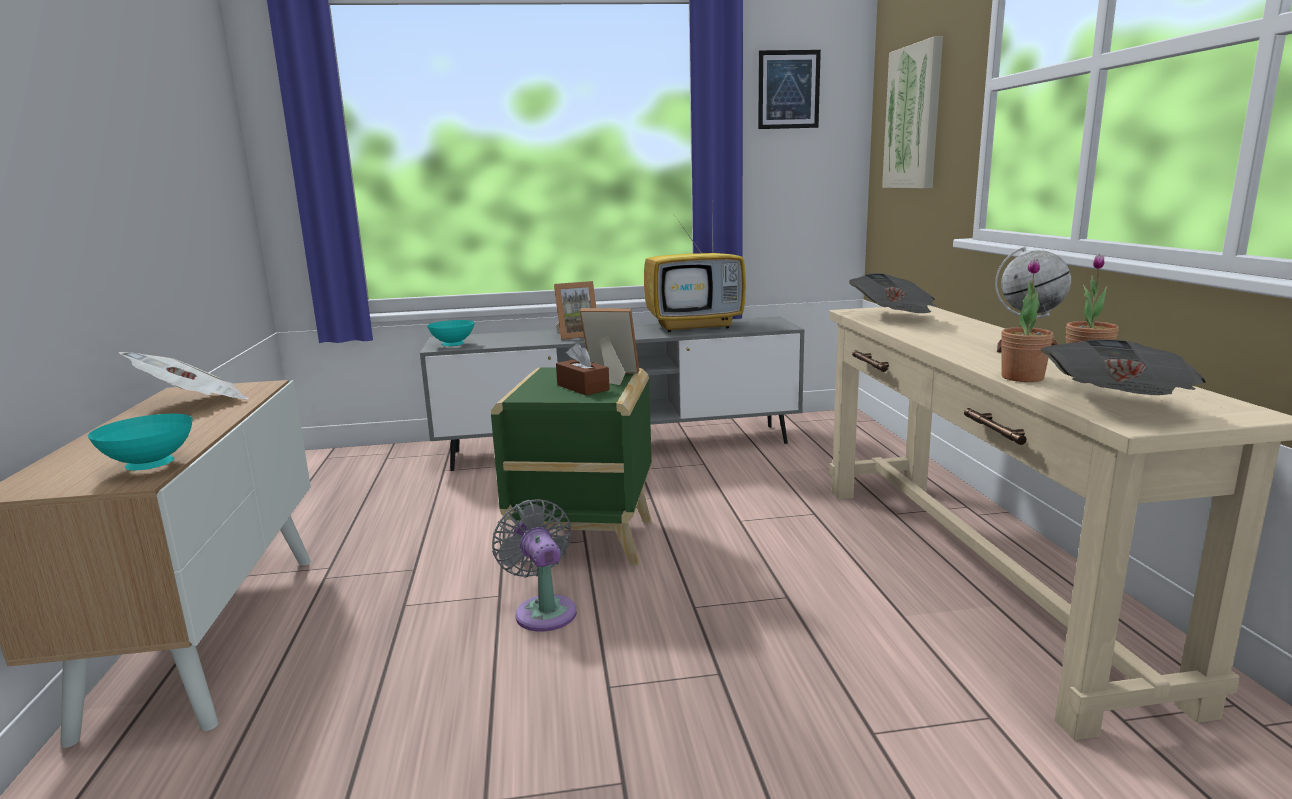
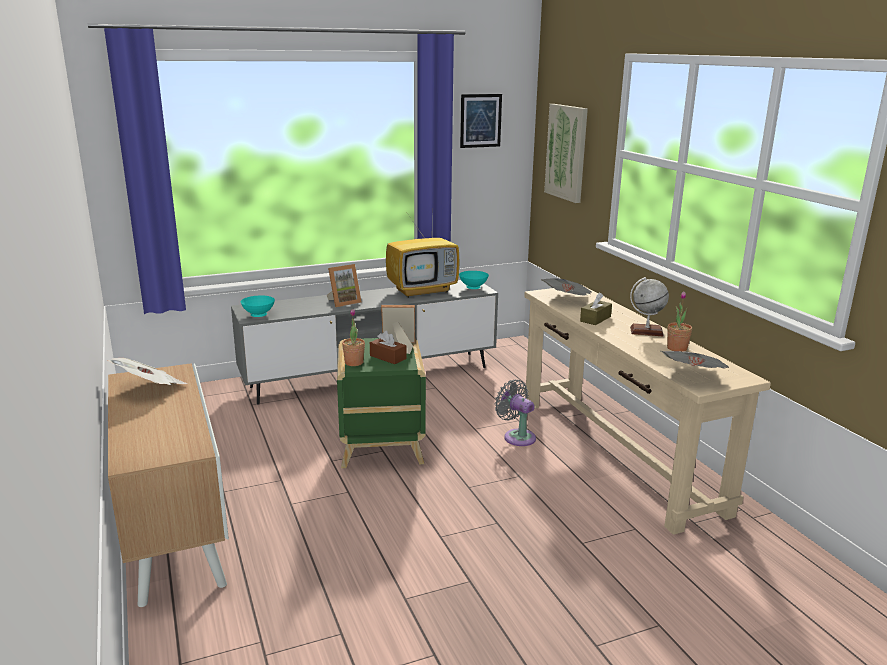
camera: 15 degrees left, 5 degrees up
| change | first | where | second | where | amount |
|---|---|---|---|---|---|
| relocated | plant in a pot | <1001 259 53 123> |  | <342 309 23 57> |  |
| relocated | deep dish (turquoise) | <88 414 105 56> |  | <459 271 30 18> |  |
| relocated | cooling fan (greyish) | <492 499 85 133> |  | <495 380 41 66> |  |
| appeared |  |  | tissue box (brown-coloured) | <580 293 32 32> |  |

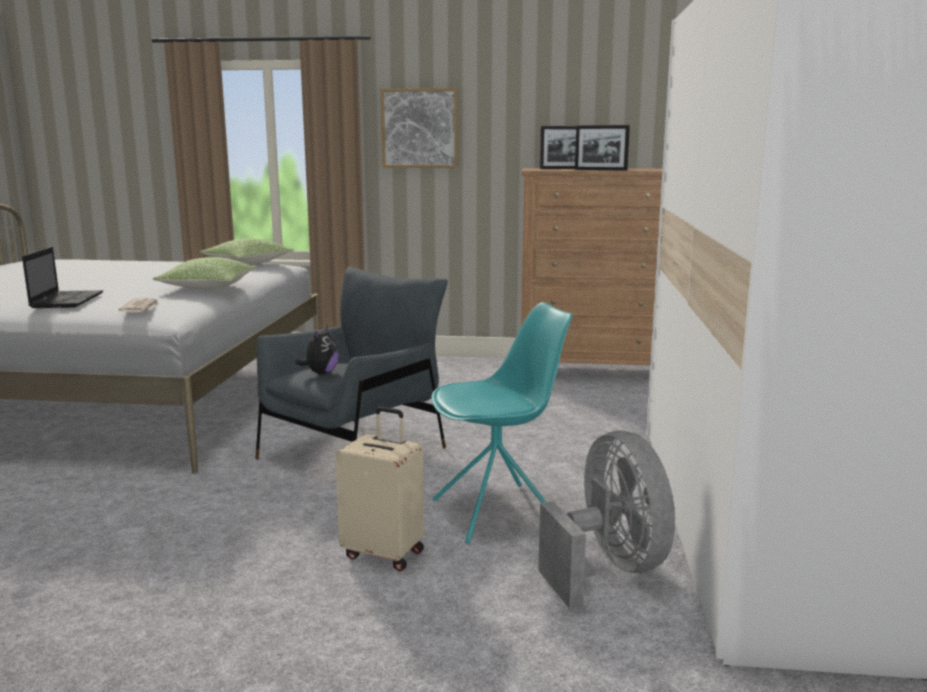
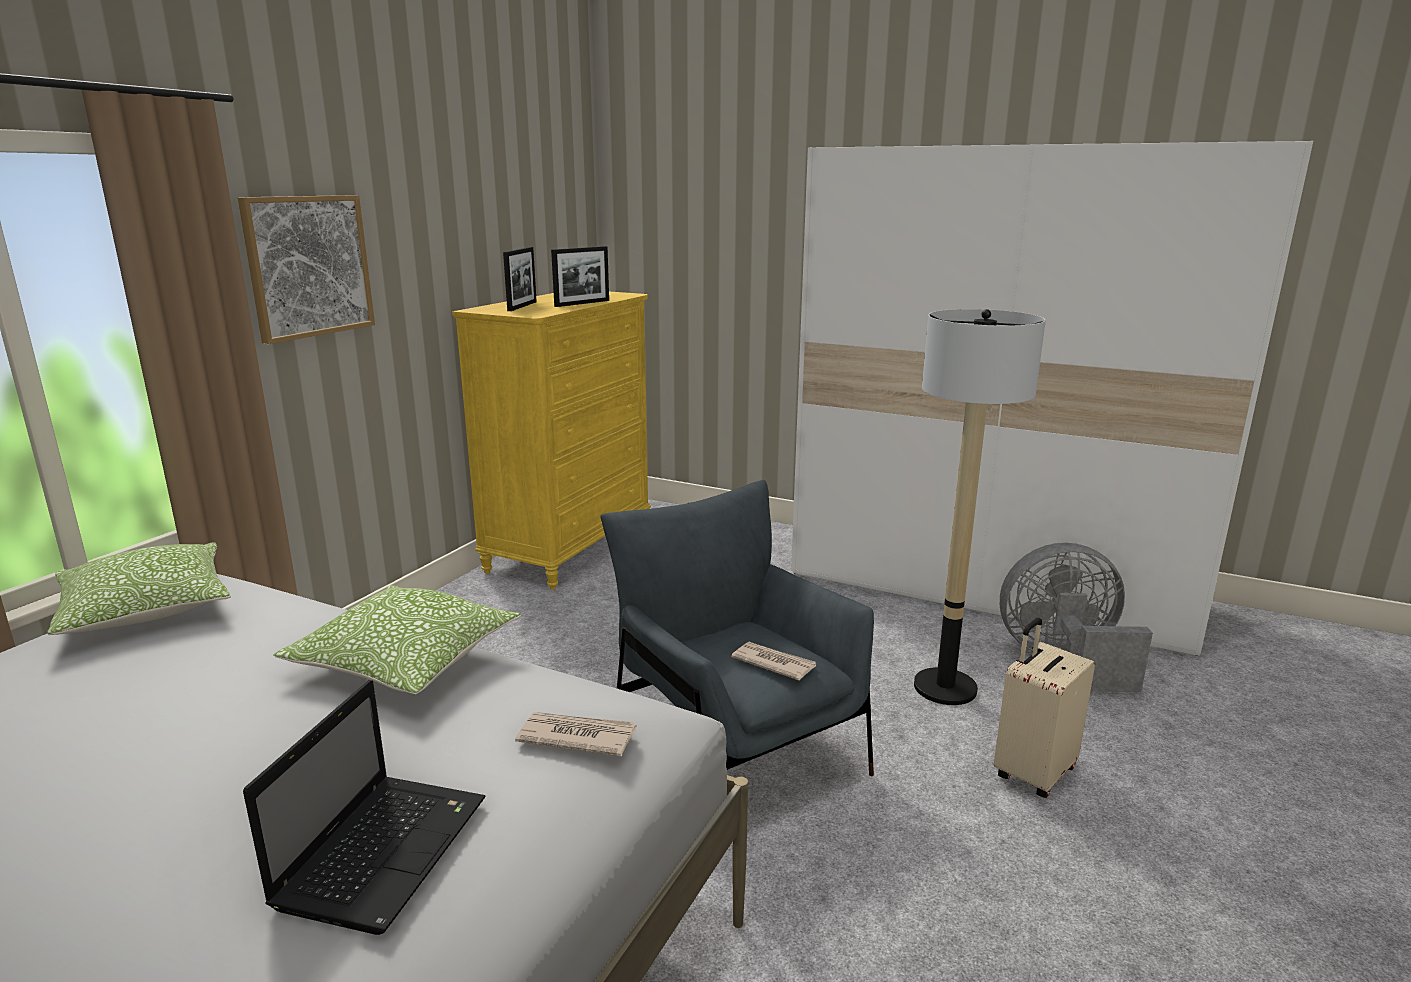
camera: 70 degrees left, 5 degrees up
| change | first | where | second | where | amount |
|---|---|---|---|---|---|
| spun | portable computer | <22 247 81 61> |  | <243 680 243 255> | 90 degrees clockwise |
| colour | chest of drawers (brown-coloured) | <521 168 142 197> | chest of drawers (yellow-coloured) | <452 292 199 298> |  |
| exchanged | plush toy | <295 325 44 50> | printed paper | <731 642 85 38> |  |
| exchanged | chair (turquoise) | <431 302 142 242> | standard lamp | <914 309 132 396> |  |

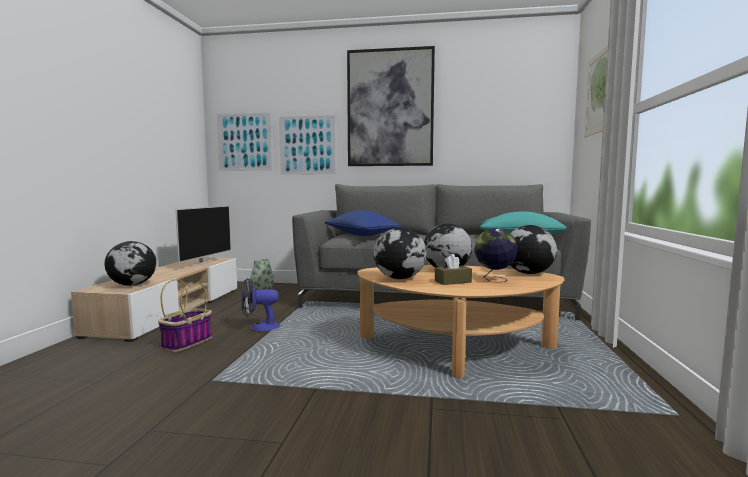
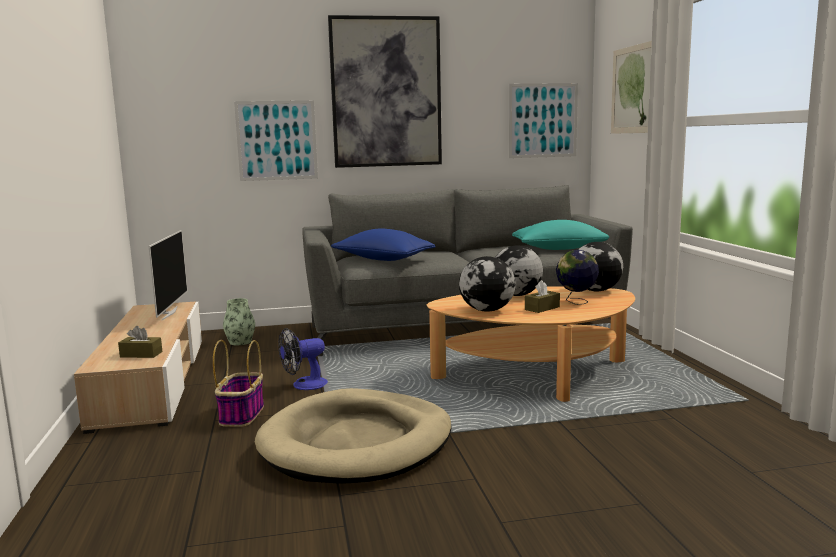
camera: 20 degrees left, 5 degrees up
| change | first | where | second | where | amount |
|---|---|---|---|---|---|
| exchanged | globe | <105 241 52 45> | tissue box (brown-coloured) | <118 326 44 32> |  |
| appeared |  |  | pet bed (beige-coloured) | <255 388 197 96> |  |
| relocated | wall art | <217 113 55 58> |  | <509 83 69 75> |  |

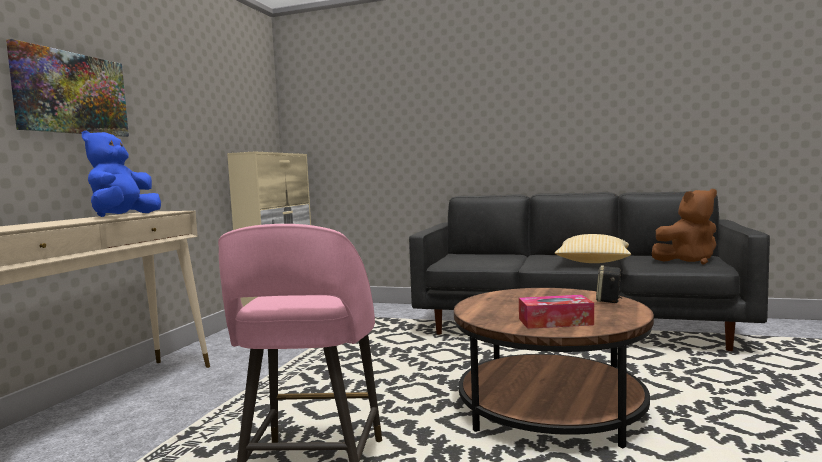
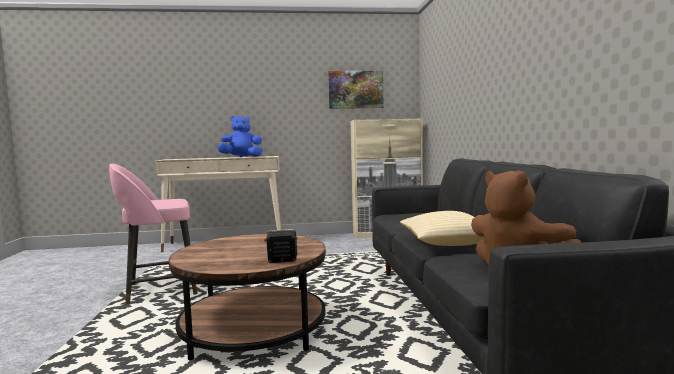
camera: 65 degrees right, 0 degrees up
| change | first | where | second | where | amount |
|---|---|---|---|---|---|
| relocated | wall art | <6 39 123 98> |  | <328 71 56 38> |  |
| missing | tissue box | <519 295 75 34> |  |  |  |

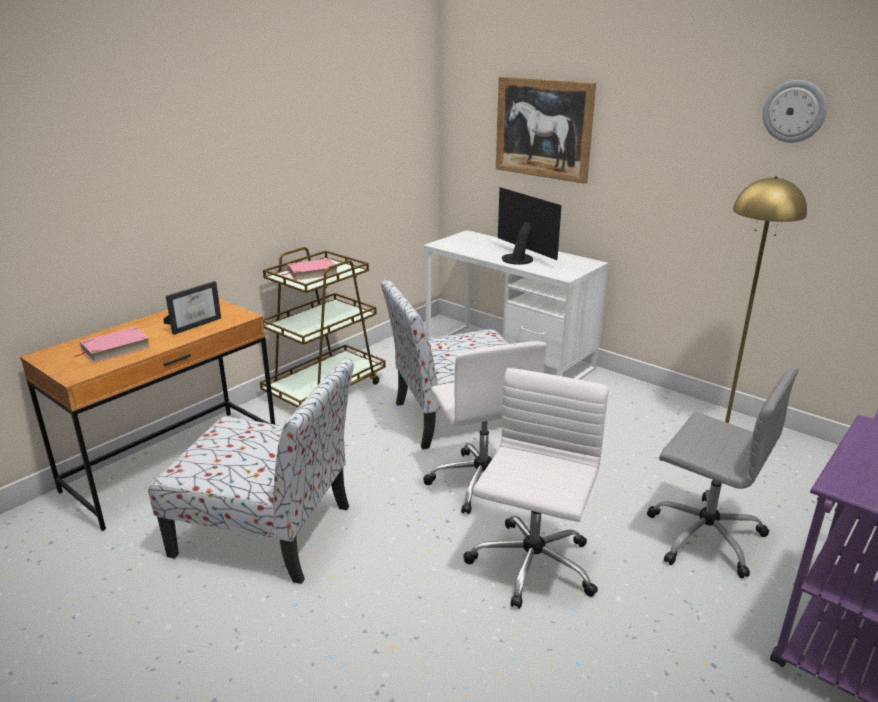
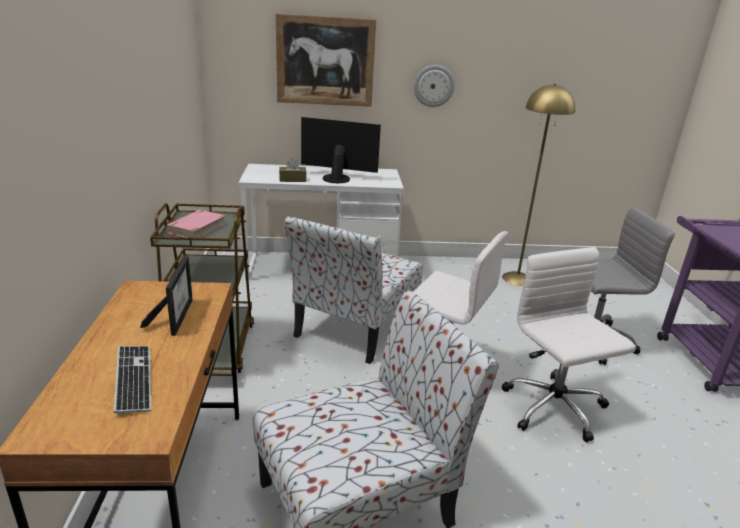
camera: 45 degrees left, 0 degrees up
| change | first | where | second | where | amount |
|---|---|---|---|---|---|
| exchanged | volume (pink-coloured) | <74 327 77 36> | keyboard | <114 346 37 69> |  |
| appeared |  |  | tissue box (brown-coloured) | <279 158 28 24> |  |
| relocated | clock on the wall | <763 80 64 63> |  | <414 65 41 42> |  |

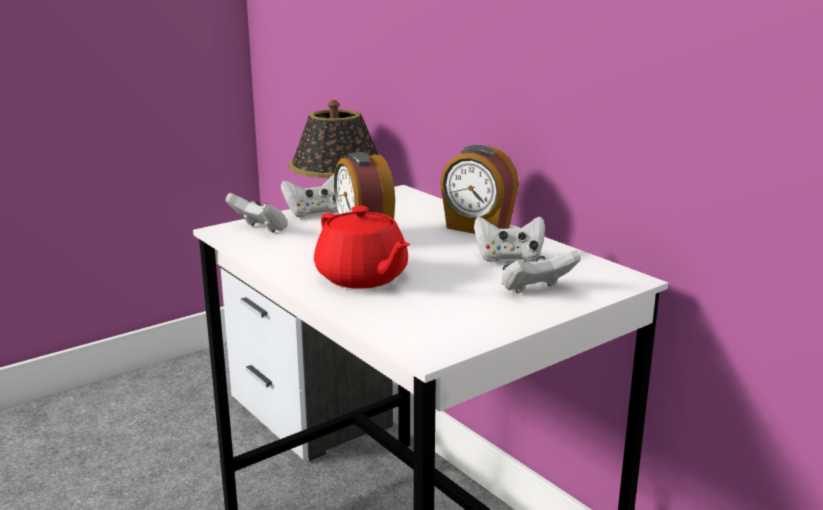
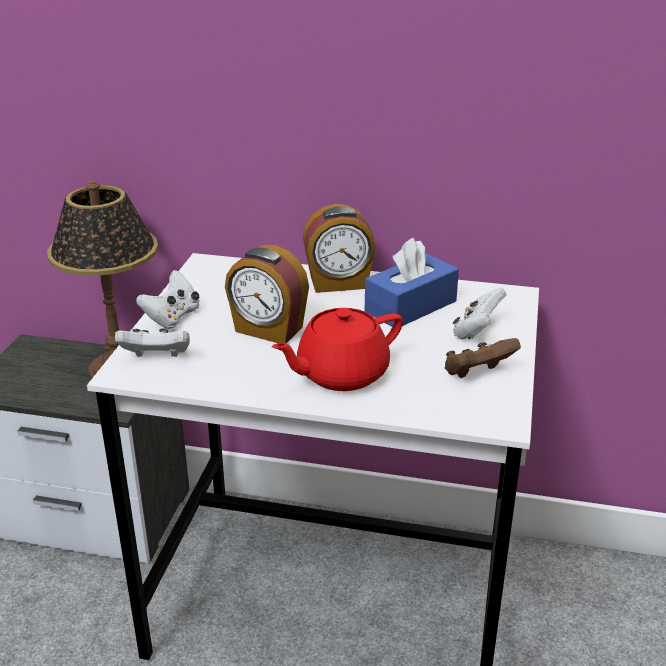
camera: 40 degrees left, 10 degrees up
| change | first | where | second | where | amount |
|---|---|---|---|---|---|
| spun | pot for tea (red-coloured) | <314 206 96 83> |  | <272 308 131 83> | 135 degrees clockwise |
| exchanged | joypad (white-coloured) | <474 216 71 46> | tissue box (bluish) | <365 238 94 89> |  |
| appeared |  |  | joypad (brown-coloured) | <445 338 76 40> |  |

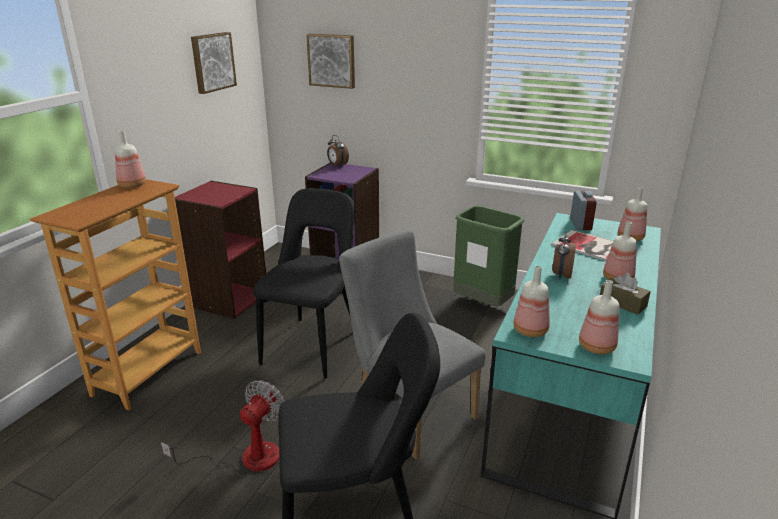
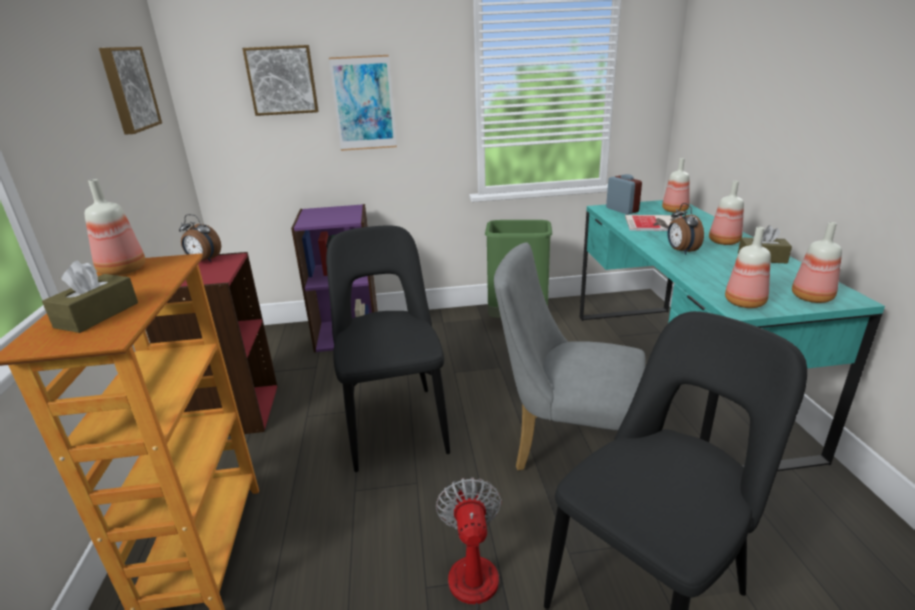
camera: 30 degrees left, 0 degrees up
| change | first | where | second | where | amount |
|---|---|---|---|---|---|
| appeared |  |  | tissue box (brown-coloured) | <42 260 96 73> |  |
| relocated | alarm clock | <327 135 22 32> |  | <179 214 42 48> |  |
| appeared |  |  | wall art | <329 55 68 96> |  |

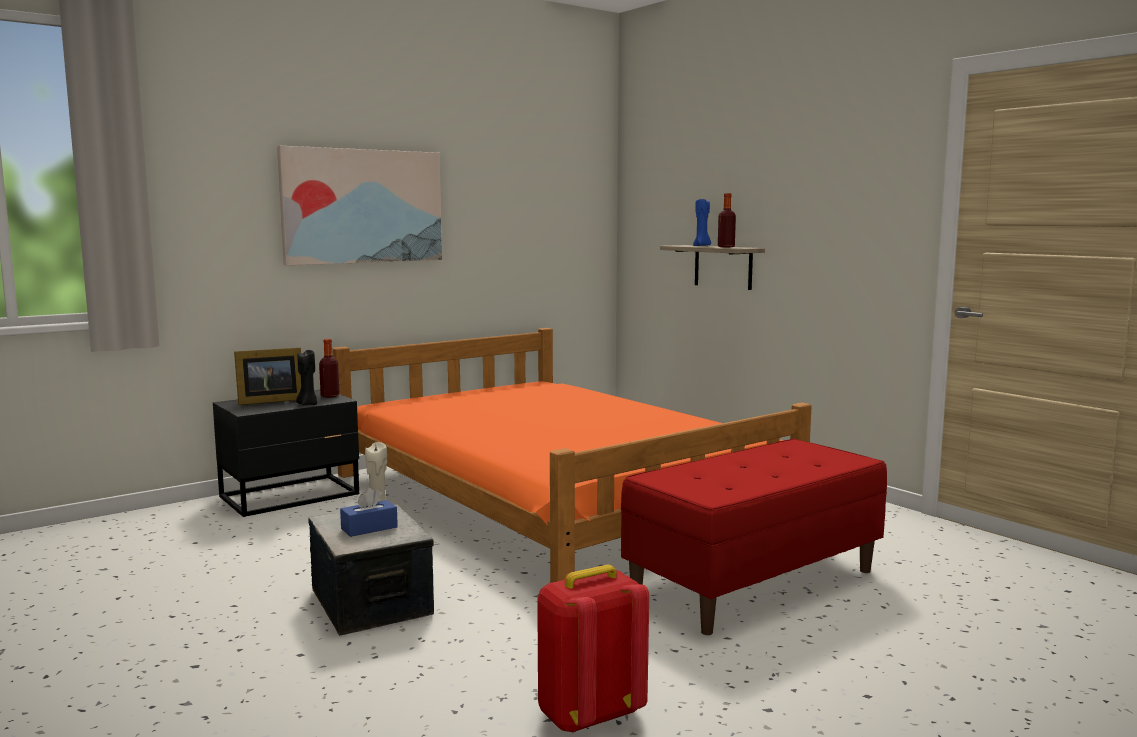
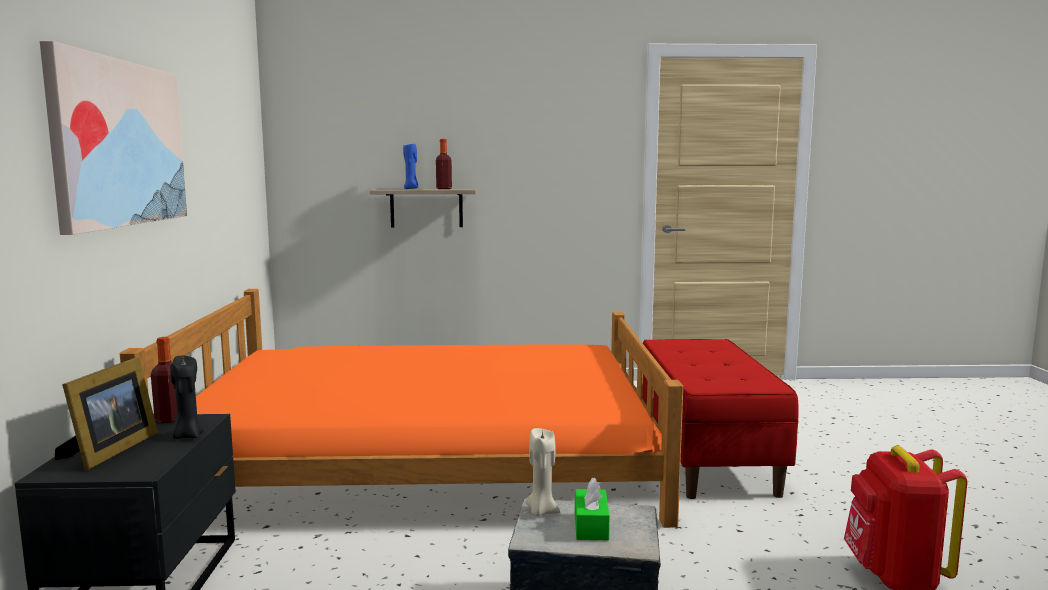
camera: 55 degrees left, 0 degrees up
| change | first | where | second | where | amount |
|---|---|---|---|---|---|
| colour | tissue box (bluish) | <340 488 58 49> | tissue box (green) | <575 477 35 63> |  |

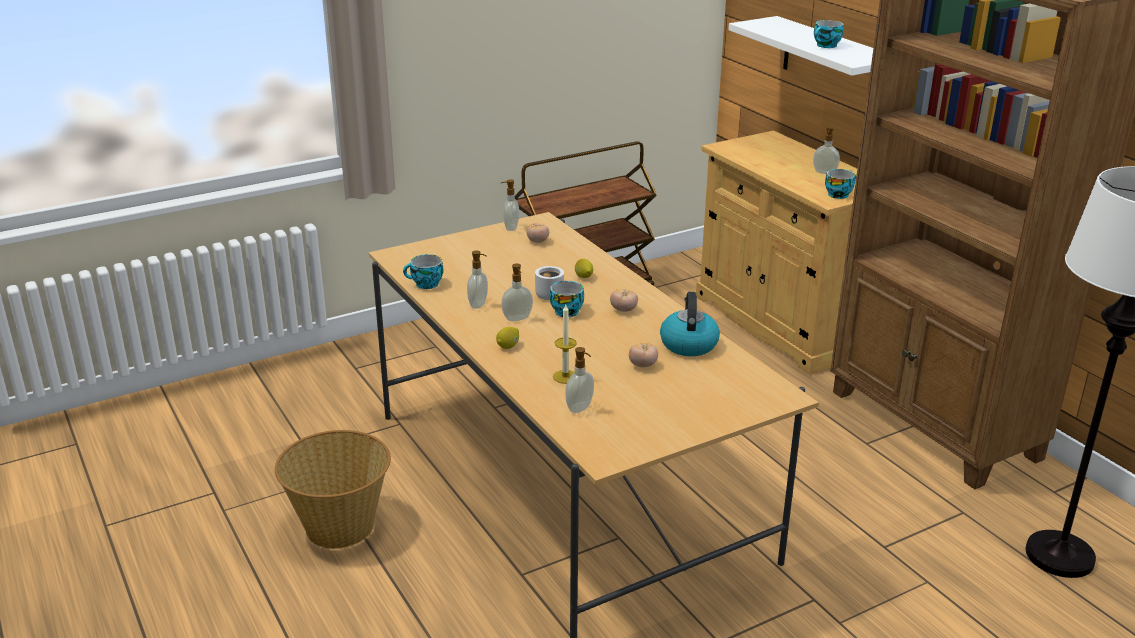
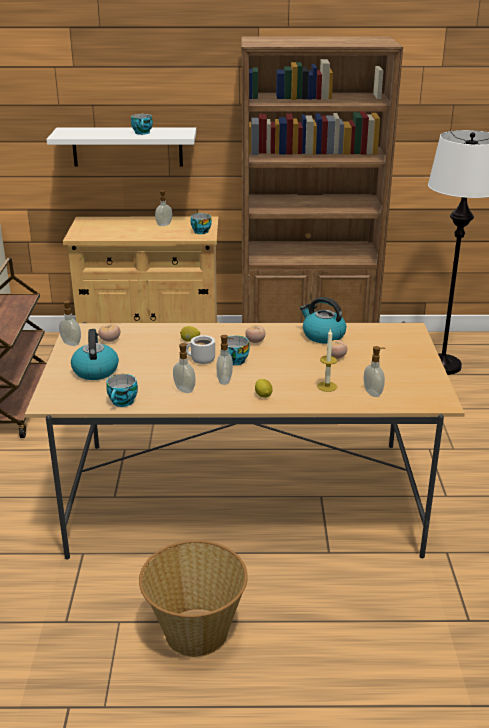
camera: 60 degrees left, 0 degrees up
| change | first | where | second | where | amount |
|---|---|---|---|---|---|
| appeared |  |  | tea kettle | <71 329 48 51> |  |

